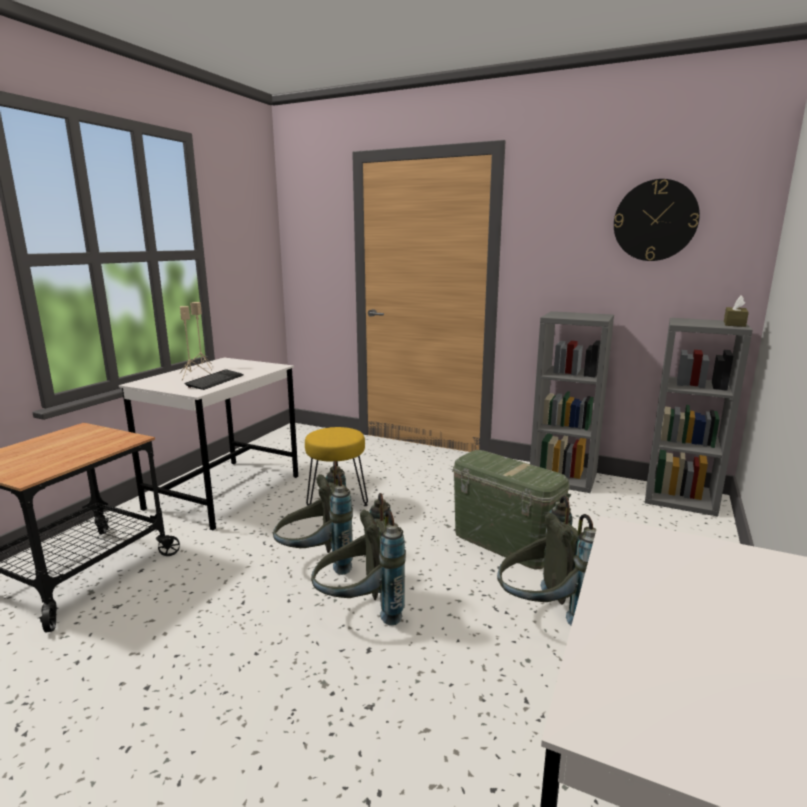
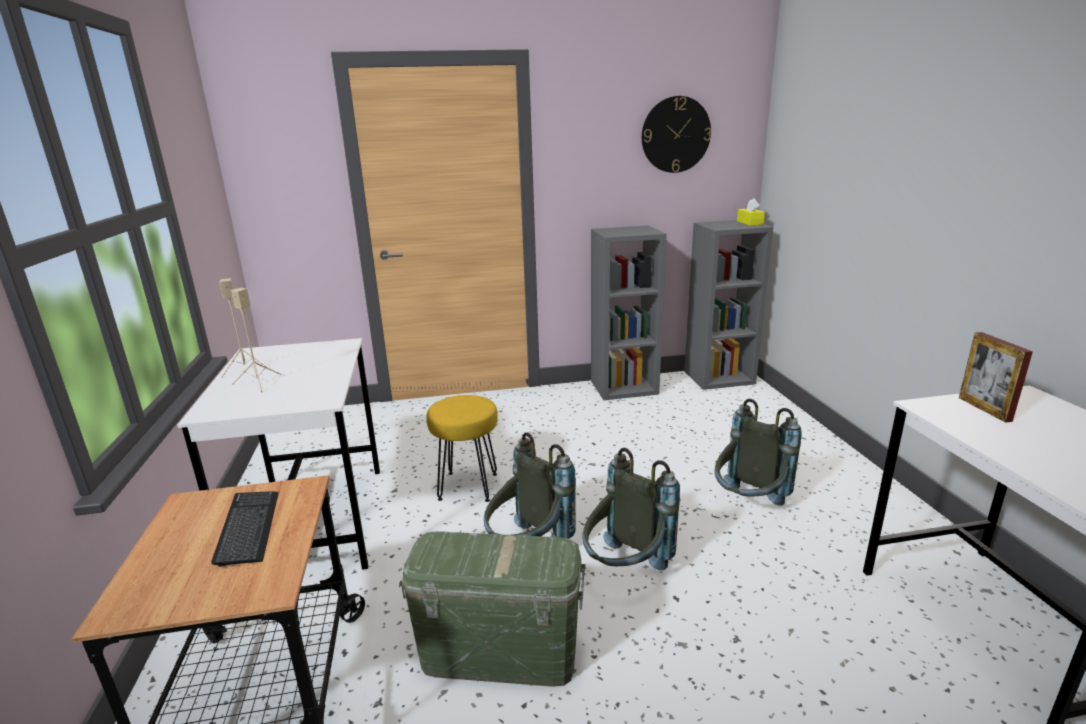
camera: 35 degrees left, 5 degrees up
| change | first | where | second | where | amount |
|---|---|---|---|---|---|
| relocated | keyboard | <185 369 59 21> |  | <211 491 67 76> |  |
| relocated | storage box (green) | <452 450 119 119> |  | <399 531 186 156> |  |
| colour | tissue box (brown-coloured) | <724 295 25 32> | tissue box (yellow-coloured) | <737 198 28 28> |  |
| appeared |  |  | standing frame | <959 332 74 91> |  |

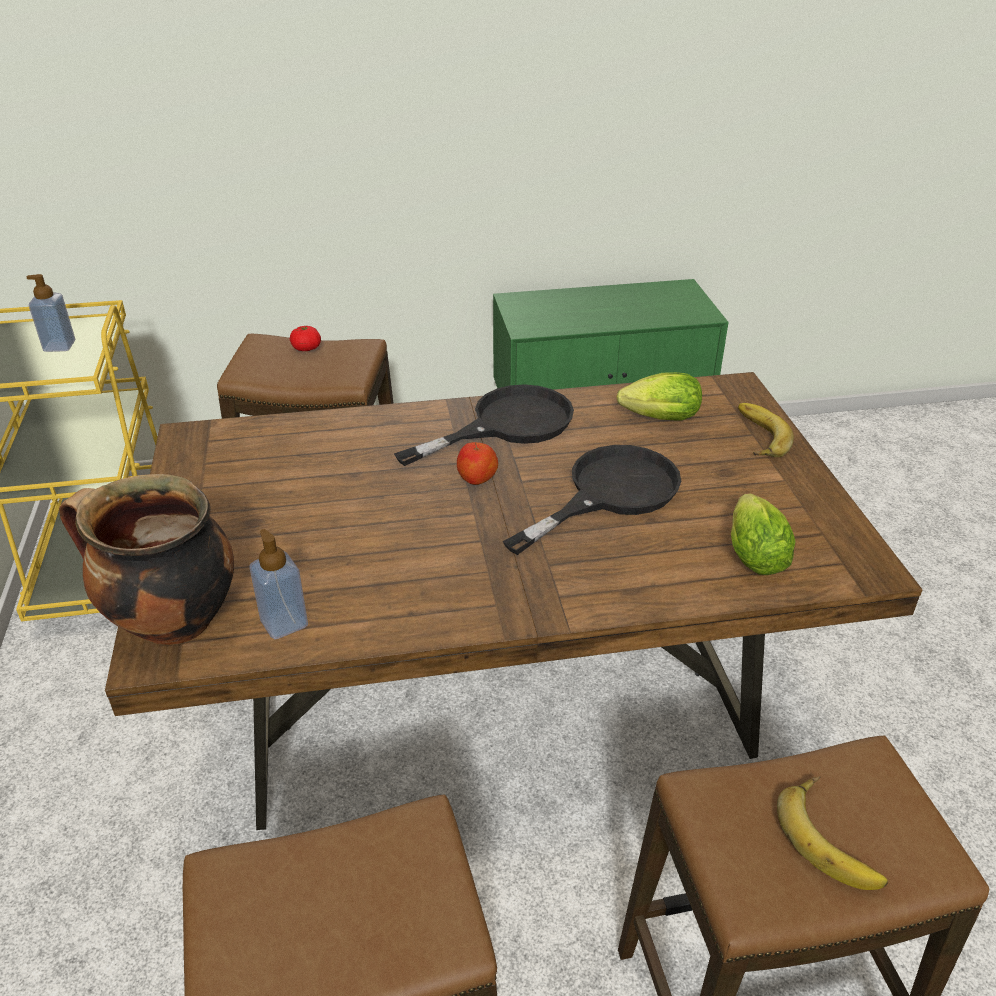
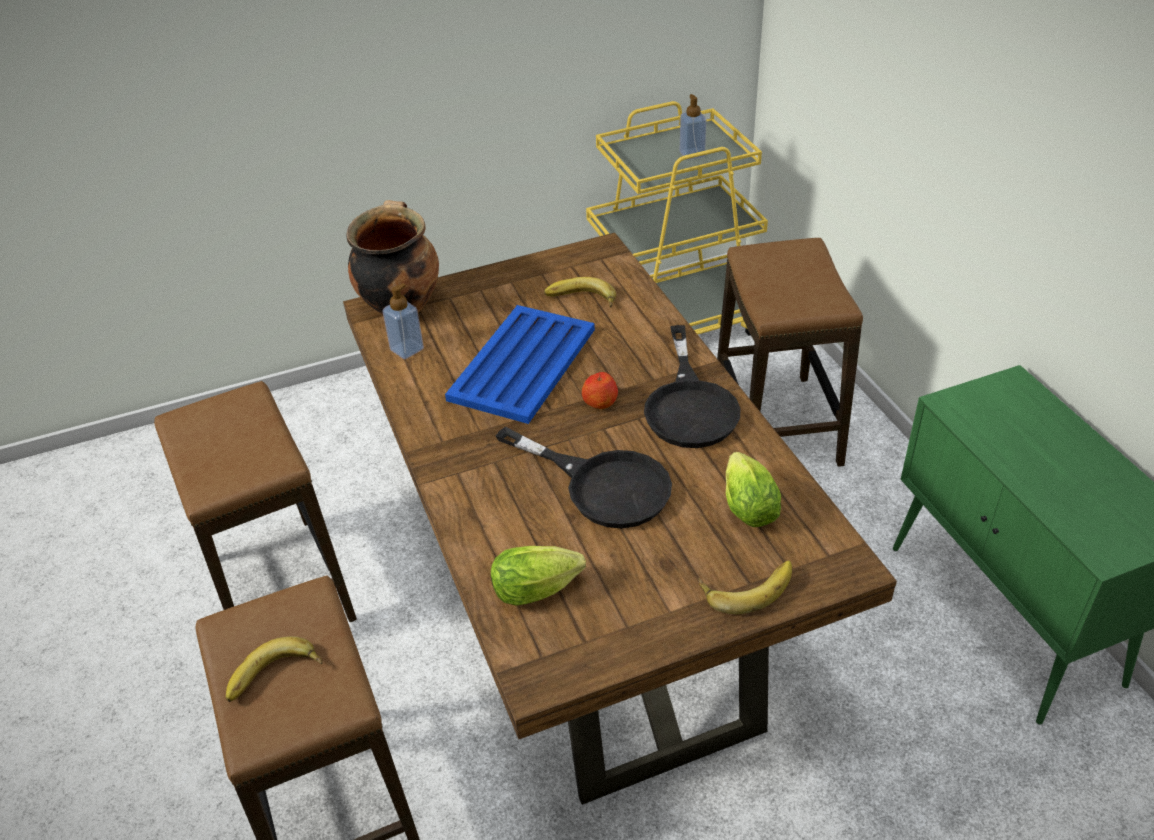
camera: 80 degrees right, 5 degrees up
| change | first | where | second | where | amount |
|---|---|---|---|---|---|
| appeared |  |  | serving tray (bluish) | <445 305 150 119> |  |
| appeared |  |  | whole banana | <544 277 72 31> |  |
| spun | skillet (black) | <394 384 180 82> |  | <644 325 96 123> | 45 degrees clockwise |
| missing | whole tomato | <290 326 31 25> |  |  |  |

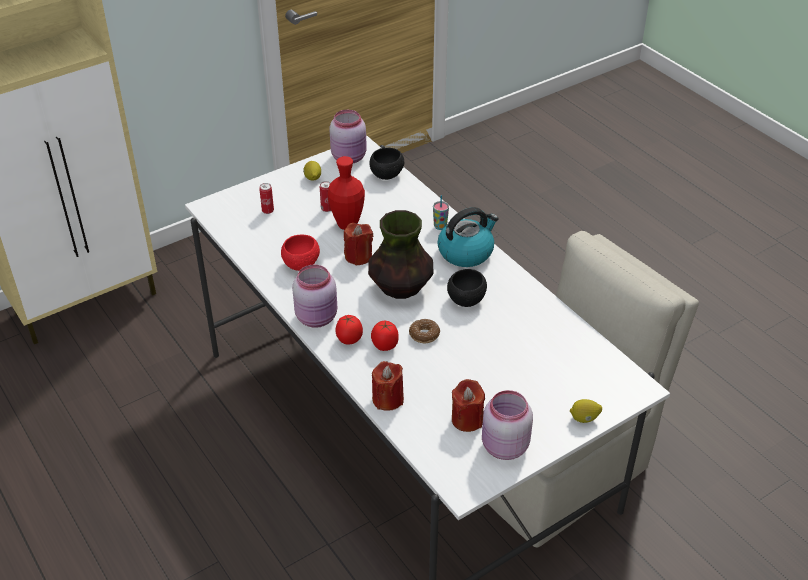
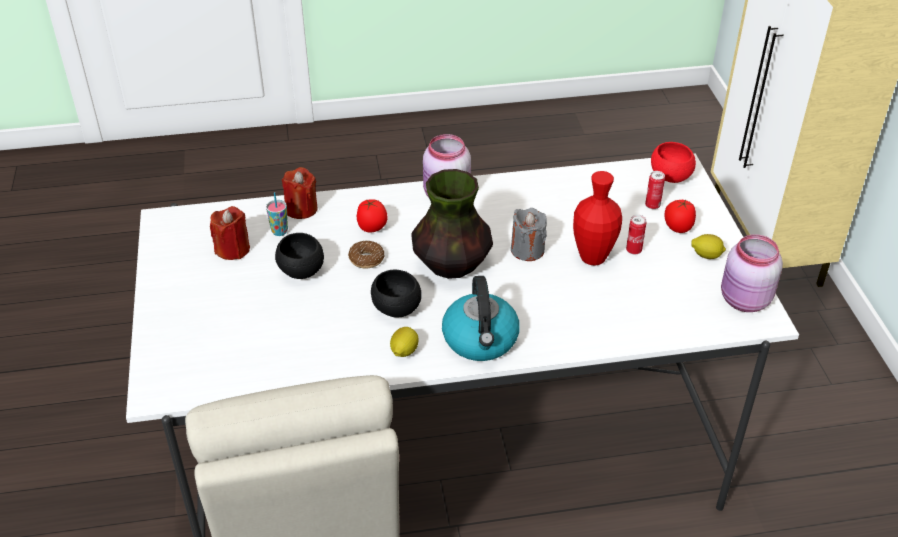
camera: 115 degrees right, 0 degrees up
| change | first | where | second | where | amount |
|---|---|---|---|---|---|
| relocated | small cup | <433 195 16 35> |  | <266 192 22 44> |  |
| relocated | deep dish (black) | <369 148 35 32> |  | <275 233 49 46> |  |
| relocated | whole lemon | <570 399 32 24> |  | <390 327 28 30> |  |
| colour | wax light (red-coloured) | <344 223 29 43> | wax light (greyish) | <511 208 36 53> |  |
| relocated | deep dish (red-coloured) | <281 235 39 36> |  | <651 142 45 41> |  |
| relocated | whole tomato | <335 315 28 30> |  | <665 200 31 33> |  |
| missing | jar (pink-coloured) | <482 390 51 70> |  |  |  |

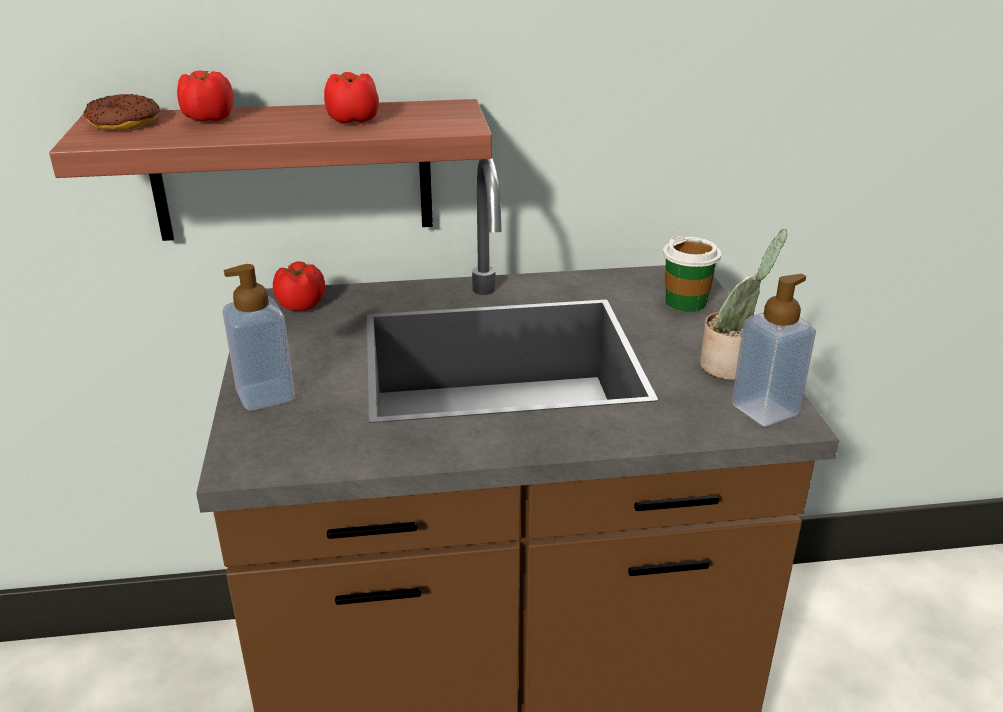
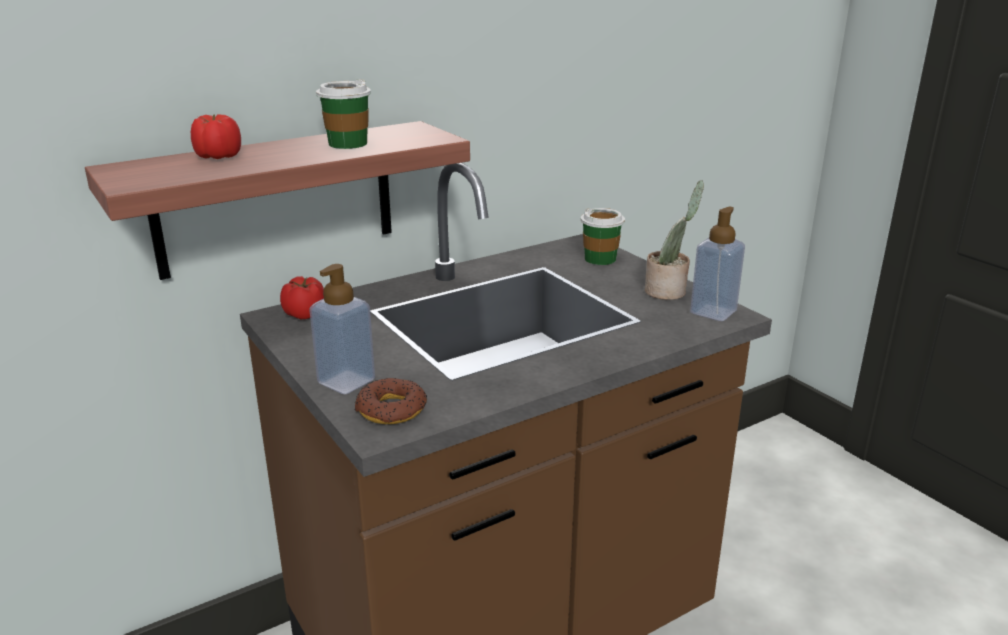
camera: 25 degrees left, 5 degrees down
| change | first | where | second | where | amount |
|---|---|---|---|---|---|
| exchanged | whole tomato | <324 72 55 52> | small cup | <316 79 55 70> |  |
| relocated | ring doughnut | <84 94 76 36> |  | <355 378 72 46> |  |

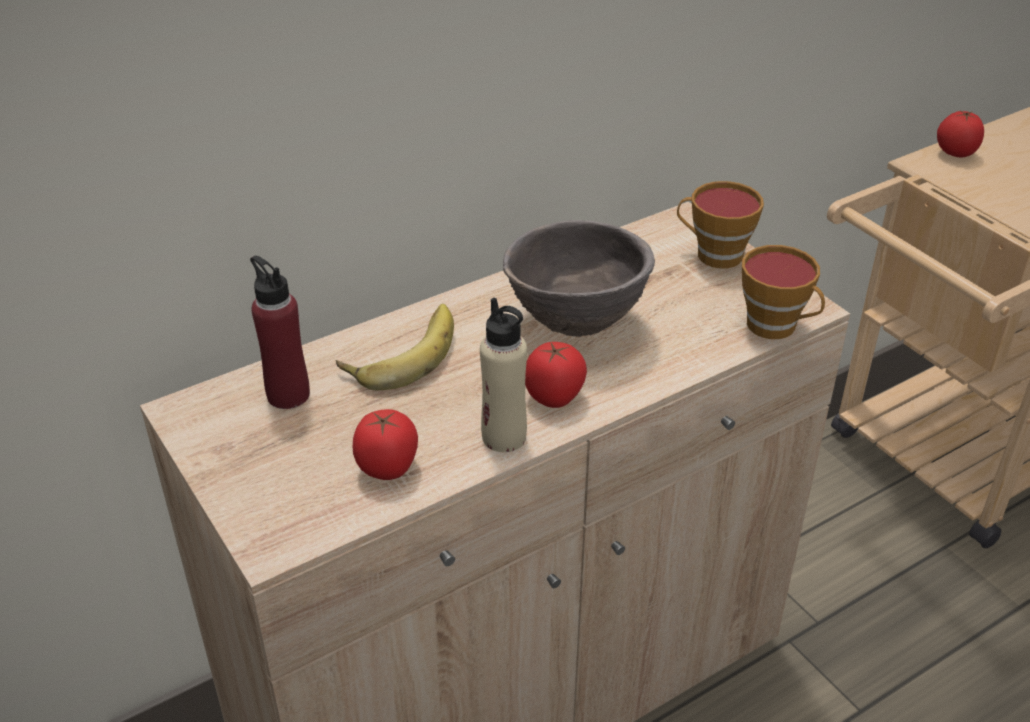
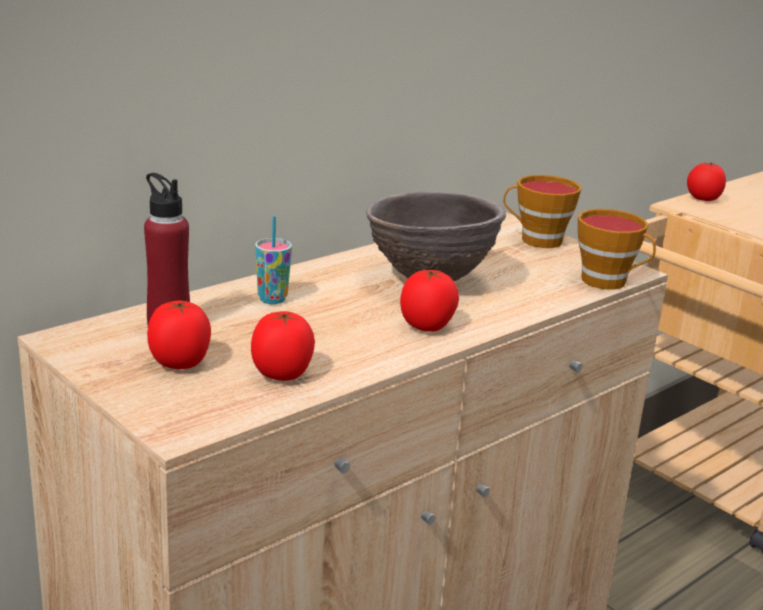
camera: 10 degrees left, 15 degrees down
| change | first | where | second | where | amount |
|---|---|---|---|---|---|
| appeared |  |  | whole tomato | <147 300 64 69> |  |
| exchanged | whole banana | <336 304 118 86> | small cup | <255 216 37 88> |  |
| missing | beverage bottle (beige-coloured) | <480 297 47 155> |  |  |  |

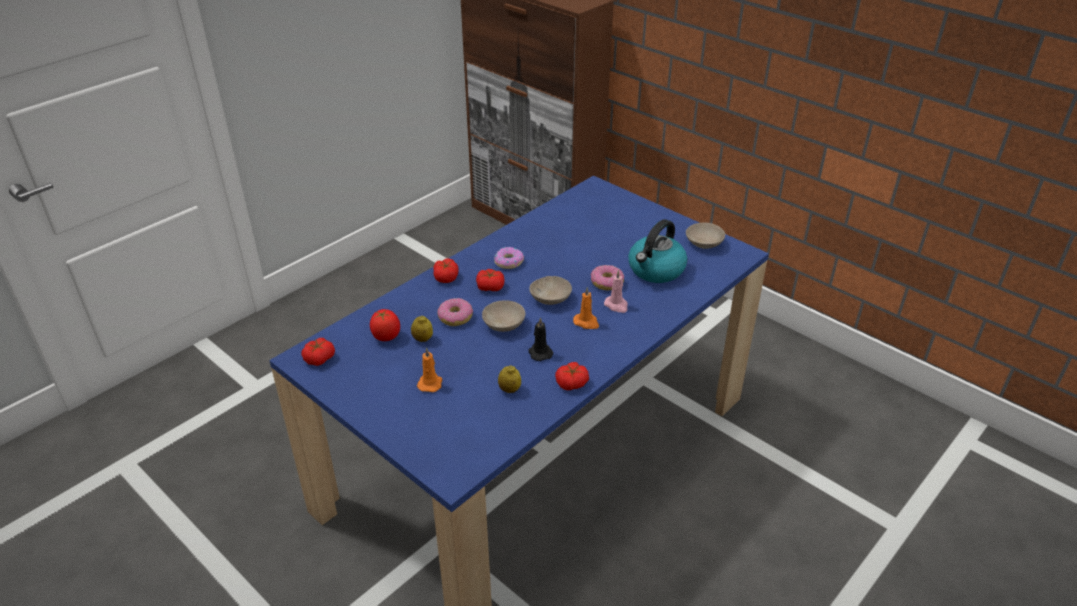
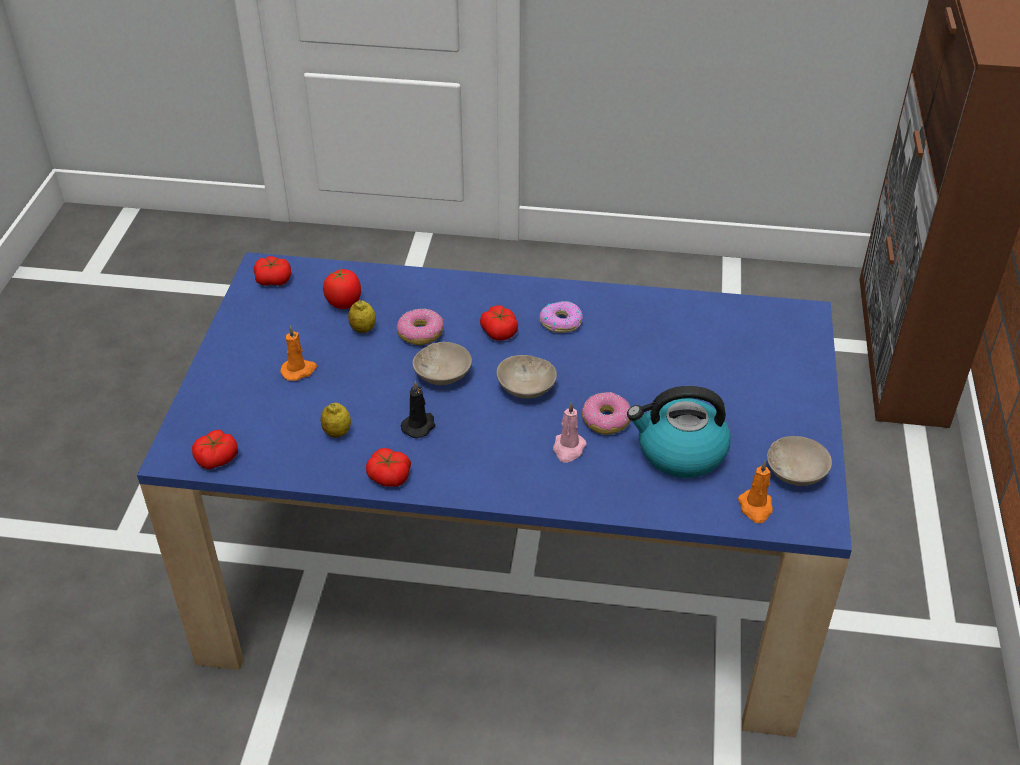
camera: 55 degrees right, 5 degrees up
| change | first | where | second | where | amount |
|---|---|---|---|---|---|
| relocated | whole tomato | <433 258 26 25> |  | <192 430 46 39> |  |
| relocated | wax light (orange-coloured) | <573 287 26 42> |  | <738 461 35 63> |  |

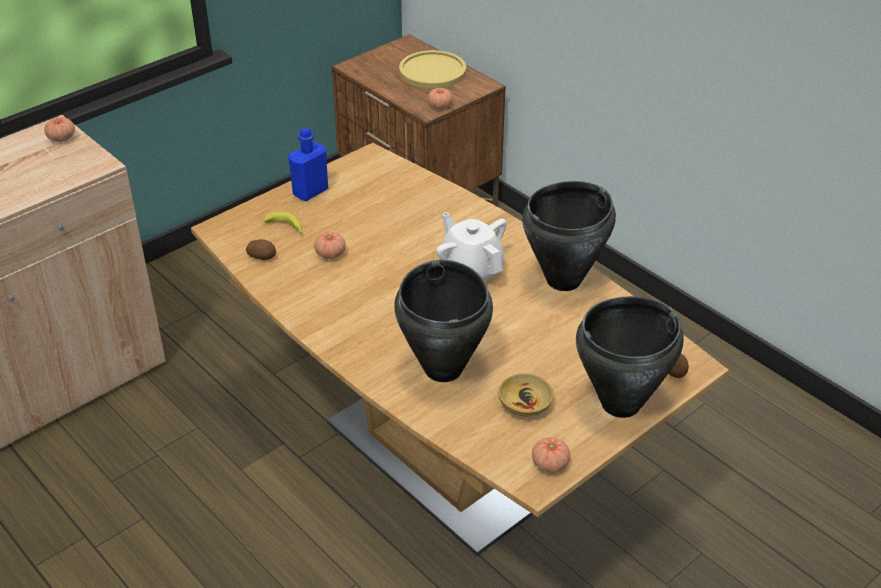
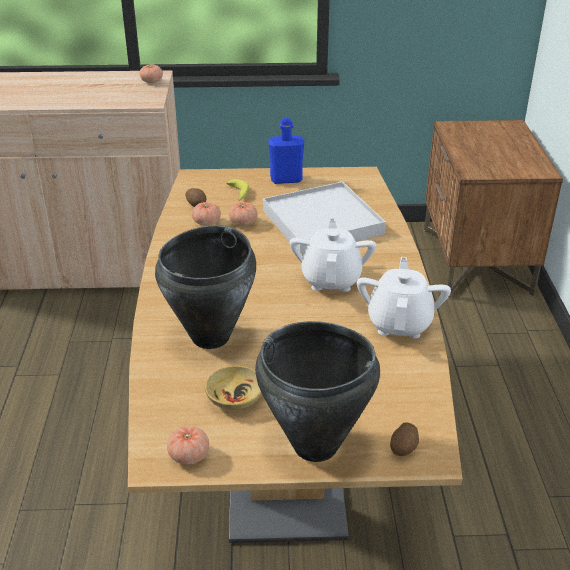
camera: 40 degrees right, 5 degrees down
| change | first | where | second | where | amount |
|---|---|---|---|---|---|
| relocated | whole tomato | <428 88 25 21> |  | <192 202 29 24> |  |
| appeared |  |  | serving tray (white-coloured) | <263 182 123 72> |  |
| exchanged | cooking pot (black) | <522 181 94 110> | pot for tea (white-coloured) | <357 257 94 81> |  |
| missing | dinner plate (yellow-coloured) | <399 50 67 39> |  |  |  |

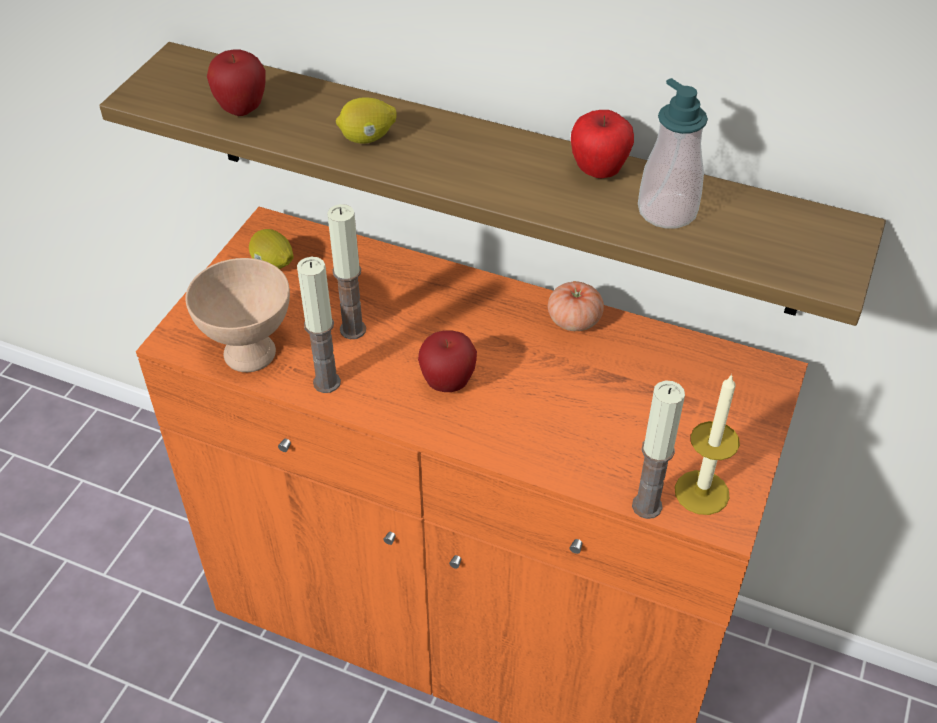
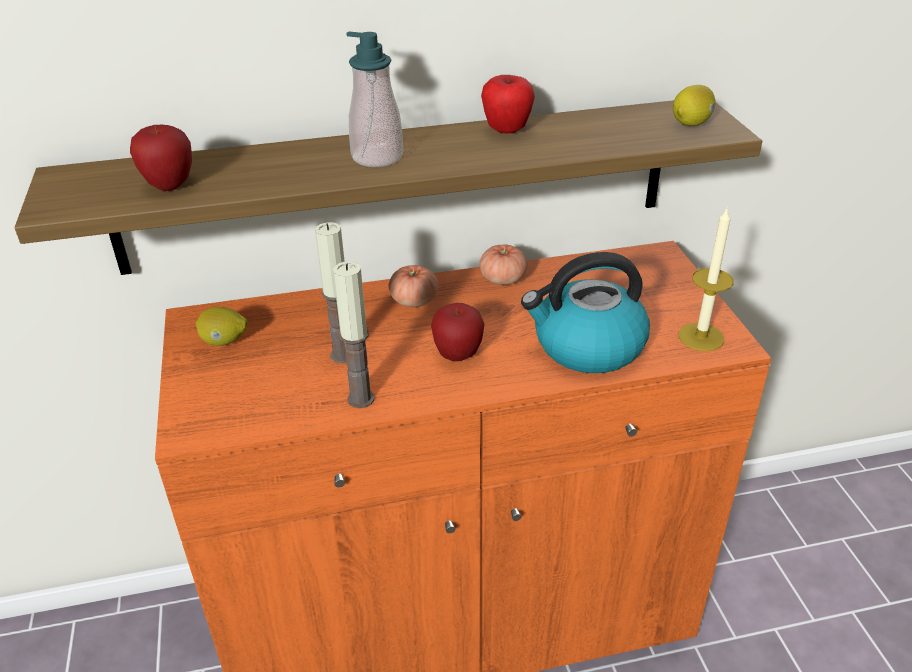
camera: 35 degrees left, 10 degrees down
| change | first | where | second | where | amount |
|---|---|---|---|---|---|
| relocated | liquid soap bottle | <638 78 70 151> |  | <346 32 57 135> |  |
| appeared |  |  | whole tomato | <388 265 51 42> |  |
| appeared |  |  | tea kettle | <521 252 129 121> |  |
| relocated | whole lemon | <336 97 61 47> |  | <673 85 43 41> |  |
| missing | deep dish (beige-coloured) | <185 258 105 114> |  |  |  |
| missing | wax light | <632 380 53 139> |  |  |  |

